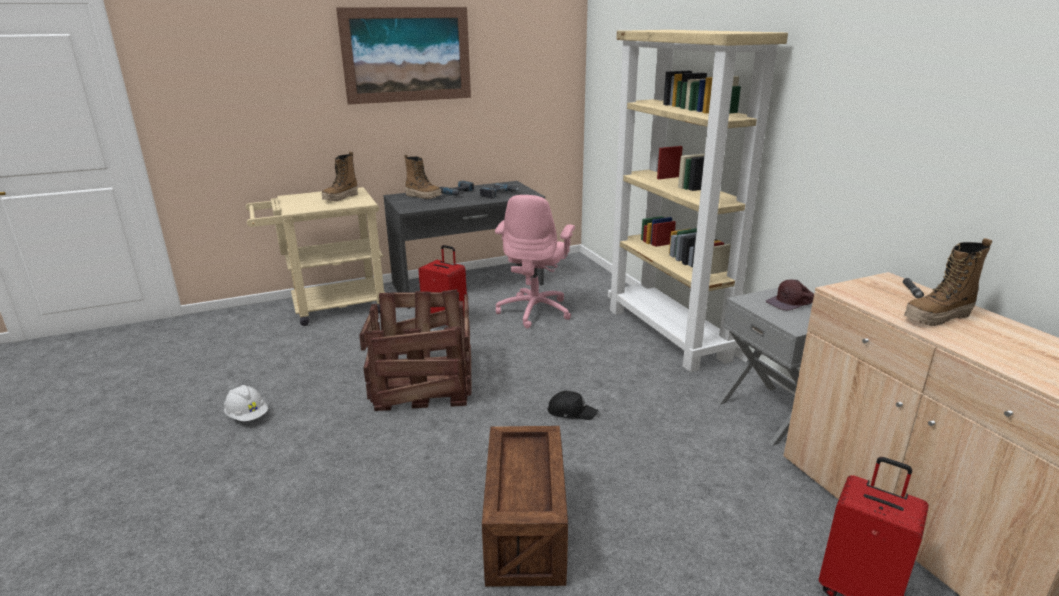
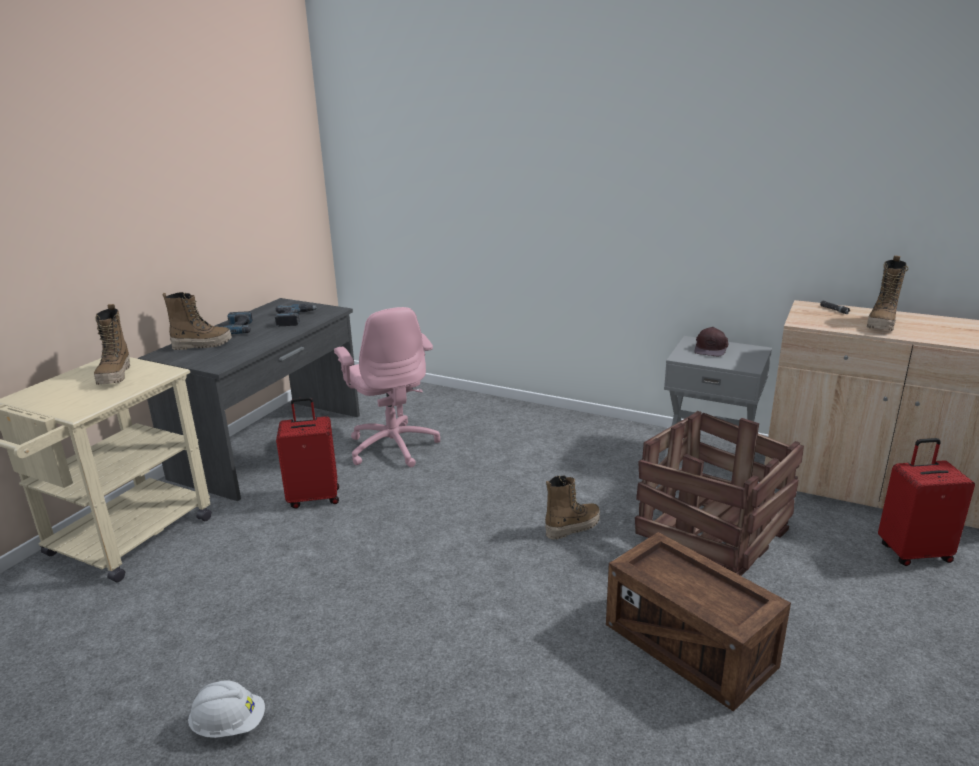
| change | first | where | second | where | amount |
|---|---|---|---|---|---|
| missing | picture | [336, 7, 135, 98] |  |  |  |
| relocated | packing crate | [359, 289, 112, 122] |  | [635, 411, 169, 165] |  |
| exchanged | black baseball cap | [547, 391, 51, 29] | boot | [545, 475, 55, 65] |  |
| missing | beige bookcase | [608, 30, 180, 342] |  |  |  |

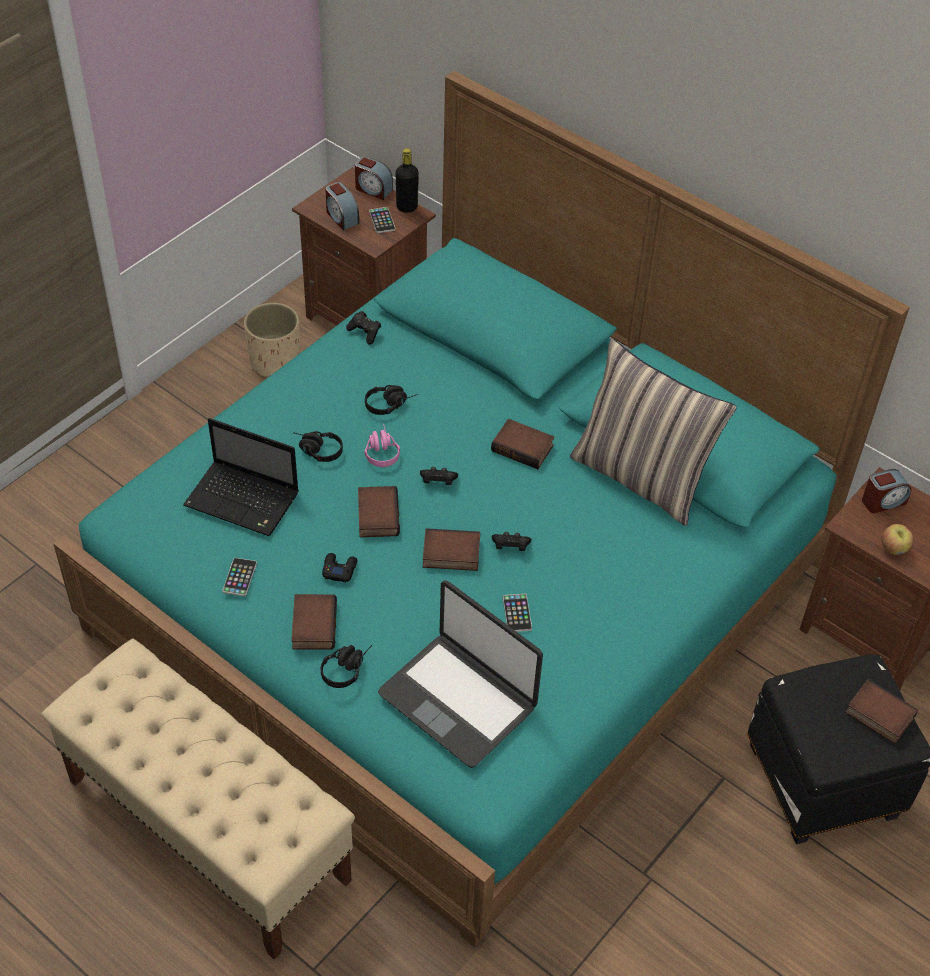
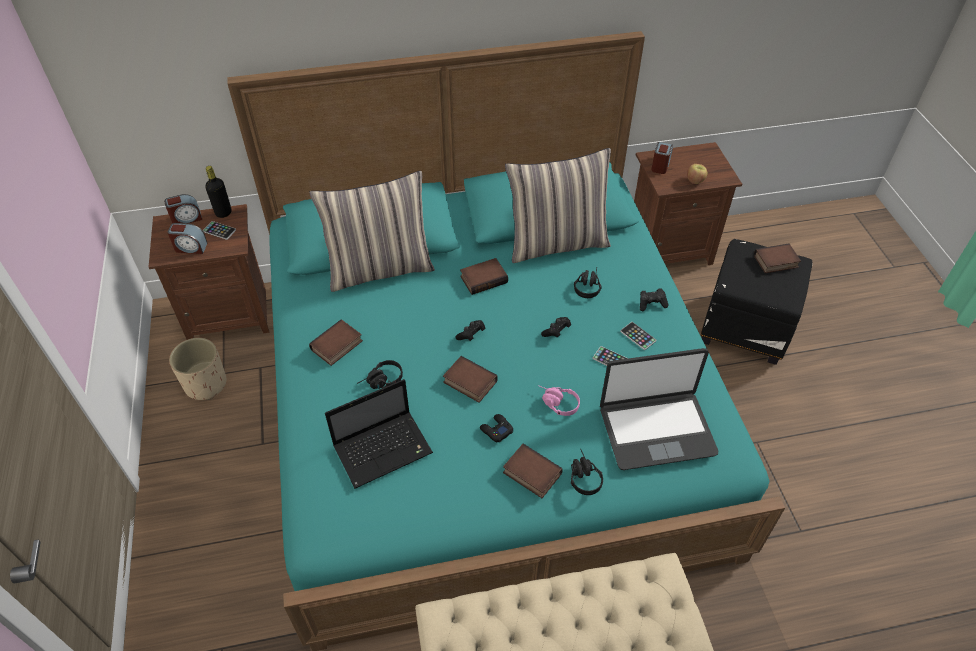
| change | first | where | second | where | amount |
|---|---|---|---|---|---|
| relocated | telephone | [222, 558, 35, 38] |  | [620, 322, 36, 28] |  |
| relocated | black gamepad | [346, 311, 35, 34] |  | [640, 288, 29, 23] |  |
| relocated | pinkish pair of headphones | [364, 423, 36, 44] |  | [538, 385, 42, 31] |  |
| relocated | black pair of headphones | [365, 385, 53, 30] |  | [574, 268, 28, 30] |  |
| relocated | bound book | [423, 528, 57, 43] |  | [309, 319, 54, 47] |  |
| appeared |  |  | throw pillow | [309, 171, 126, 121] |  |

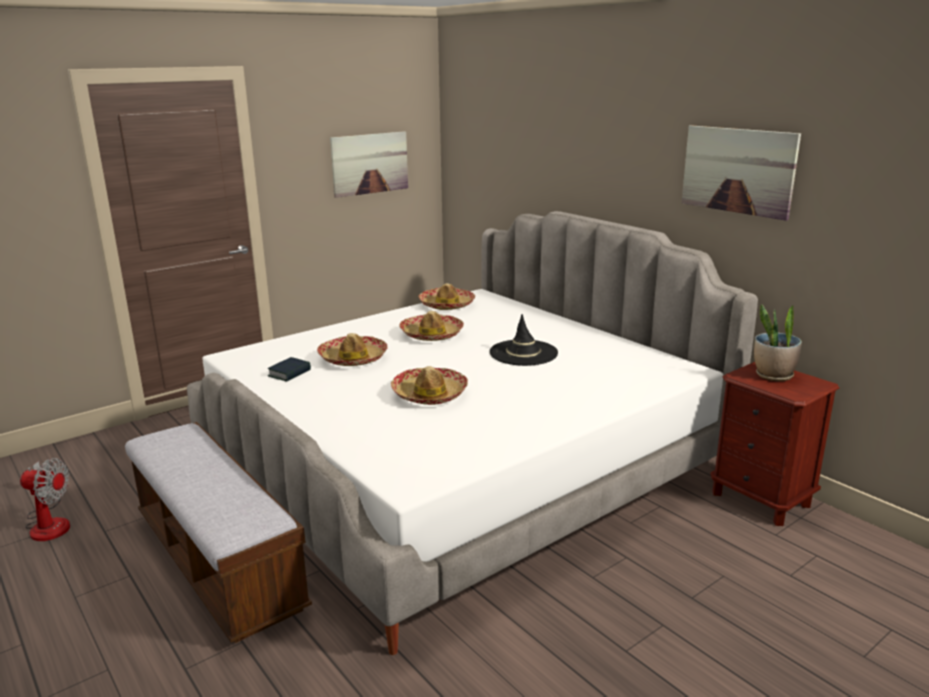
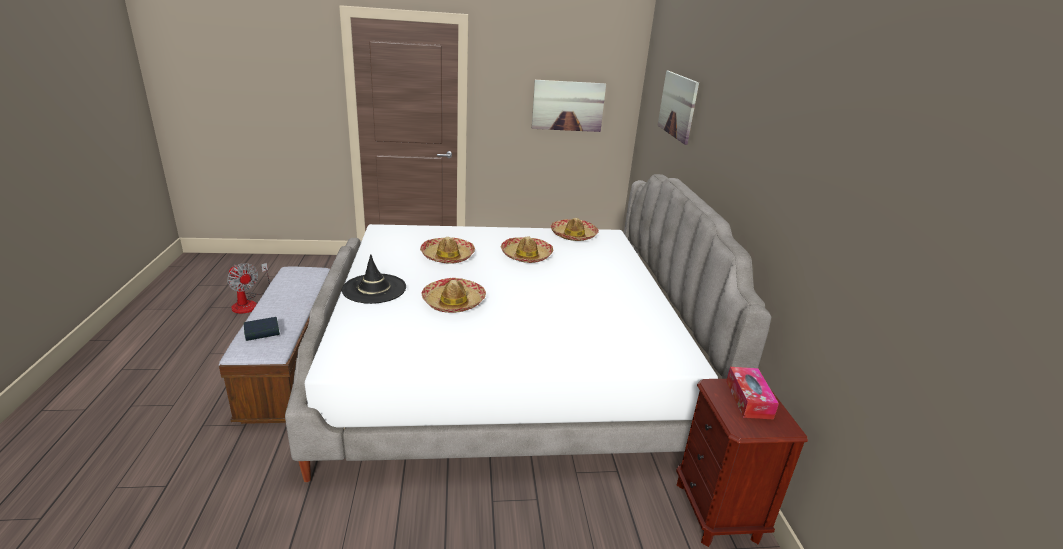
| change | first | where | second | where | amount |
|---|---|---|---|---|---|
| relocated | bound book | [268, 357, 43, 25] |  | [244, 317, 36, 24] |  |
| relocated | black hat | [489, 314, 69, 52] |  | [342, 254, 64, 50] |  |
| relocated | picture | [682, 125, 119, 96] |  | [657, 70, 42, 75] |  |
| exchanged | houseplant | [754, 304, 48, 77] | tissue box | [726, 367, 53, 53] |  |

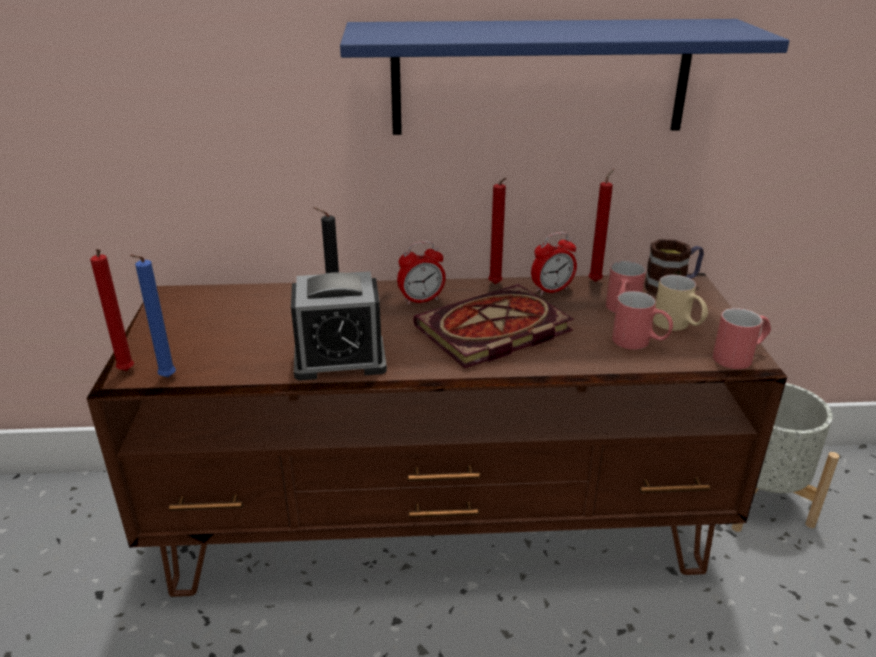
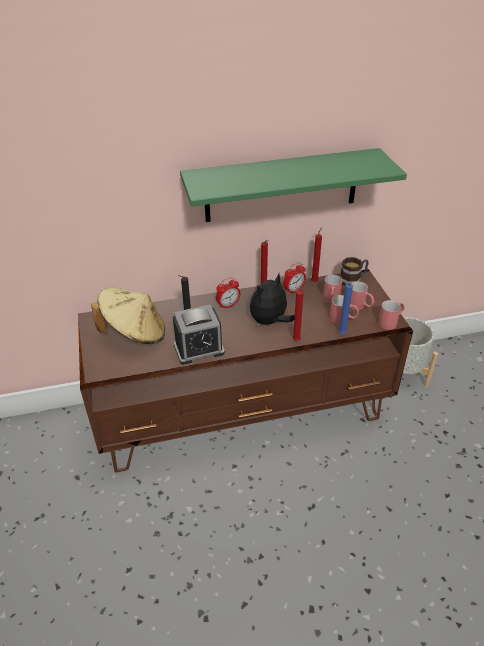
| change | first | where | second | where | amount |
|---|---|---|---|---|---|
| relocated | reddish candle | [90, 249, 44, 122] |  | [293, 289, 13, 52] |  |
| relocated | bluish candle | [130, 255, 46, 122] |  | [338, 283, 15, 51] |  |
| colour | bluish bracket shelf | [340, 19, 449, 116] | green bracket shelf | [180, 148, 227, 74] |  |
| exchanged | bound book | [413, 284, 161, 84] | plush toy | [250, 274, 45, 51] |  |
| colour | beige coffee mug | [653, 275, 55, 56] | reddish coffee mug | [350, 281, 25, 29] |  |
| appeared |  |  | beige hat | [91, 288, 74, 56] |  |

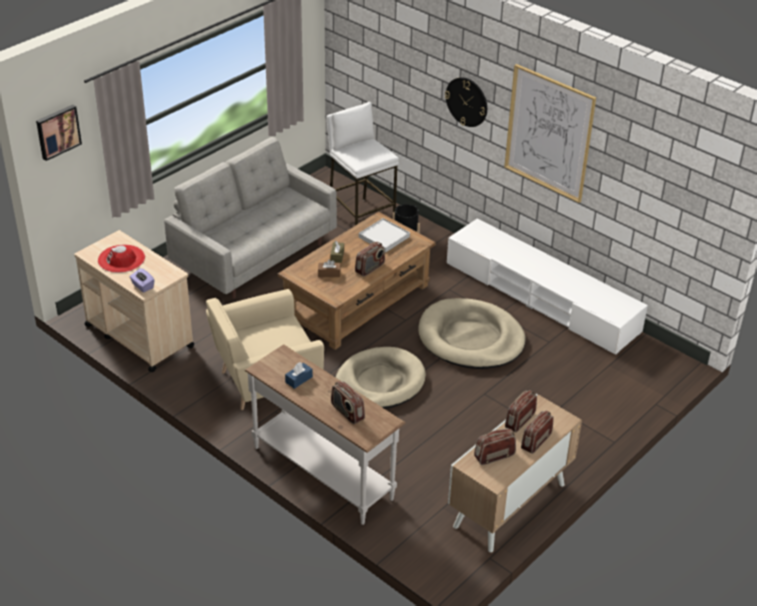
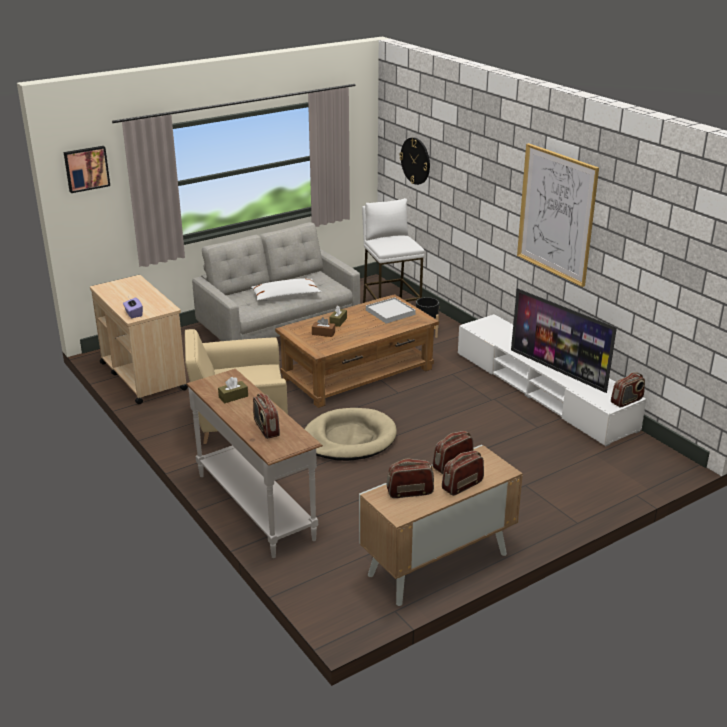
| change | first | where | second | where | amount |
|---|---|---|---|---|---|
| missing | reddish hat | [98, 245, 47, 28] |  |  |  |
| colour | bluish tissue box | [285, 362, 28, 27] | brown tissue box | [218, 377, 30, 26] |  |
| relocated | radio | [355, 242, 30, 34] |  | [611, 372, 34, 36] |  |
| missing | beige dog cushion | [418, 298, 108, 71] |  |  |  |
| relocated | clock on the wall | [445, 77, 42, 50] |  | [400, 137, 30, 48] |  |
| appeared |  |  | white throw pillow | [251, 278, 70, 23] |  |
| appeared |  |  | TV | [511, 288, 106, 105] |  |

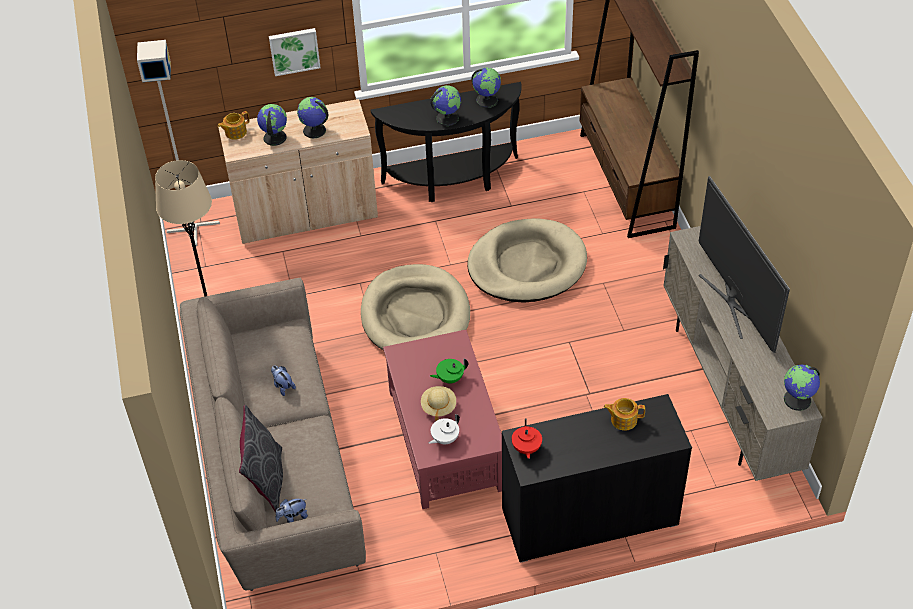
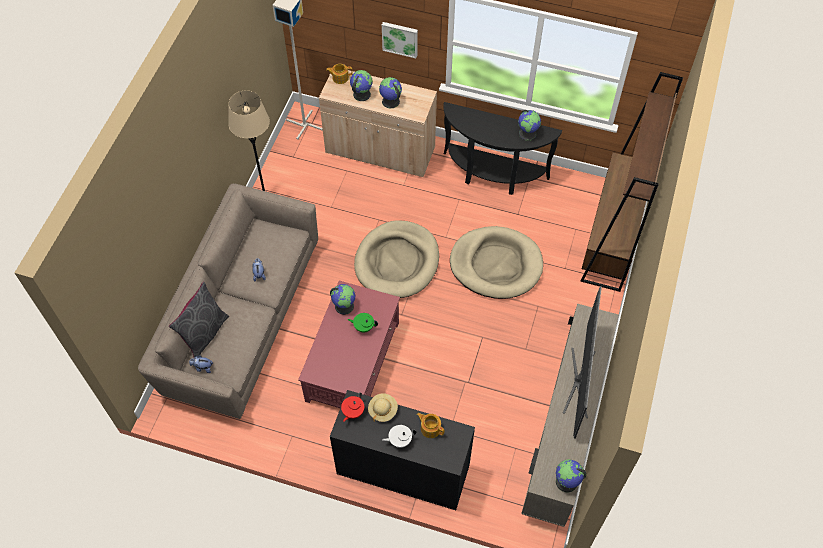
| change | first | where | second | where | amount |
|---|---|---|---|---|---|
| relocated | beige hat | [421, 386, 35, 35] |  | [368, 393, 30, 29] |  |
| relocated | white tea pot | [429, 414, 31, 31] |  | [382, 425, 34, 23] |  |
| relocated | world globe | [430, 85, 31, 41] |  | [330, 284, 25, 31] |  |

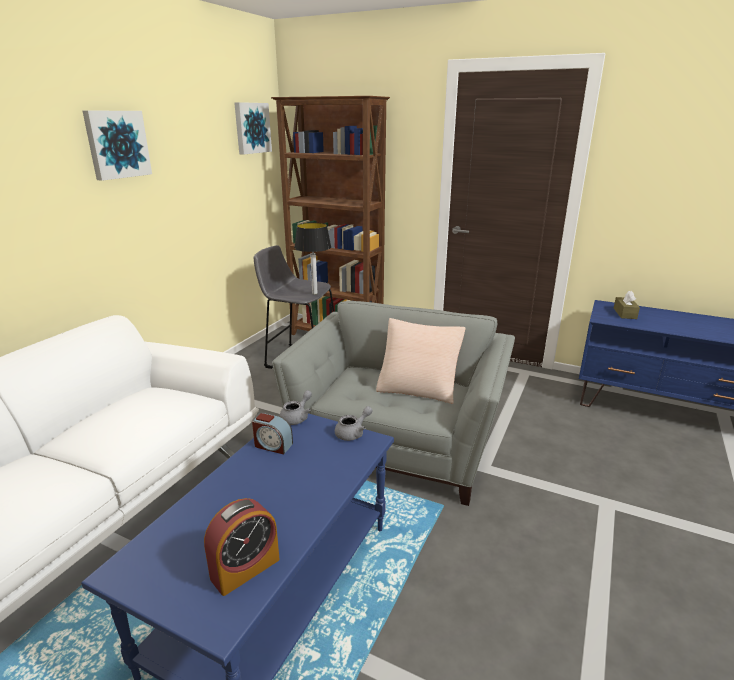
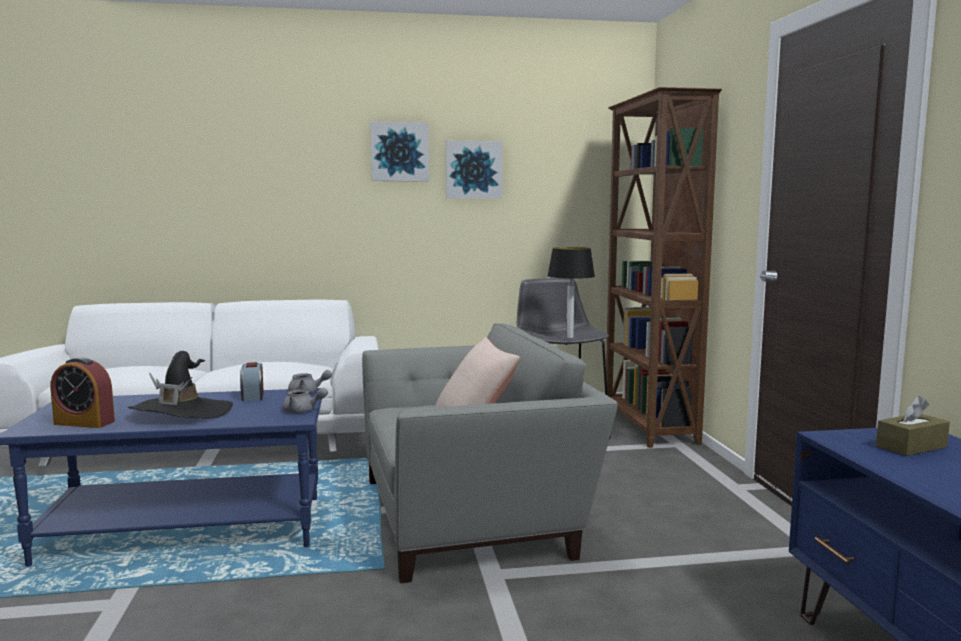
| change | first | where | second | where | amount |
|---|---|---|---|---|---|
| relocated | picture | [234, 102, 38, 52] |  | [446, 141, 57, 58] |  |
| appeared |  |  | black hat | [128, 351, 105, 68] |  |

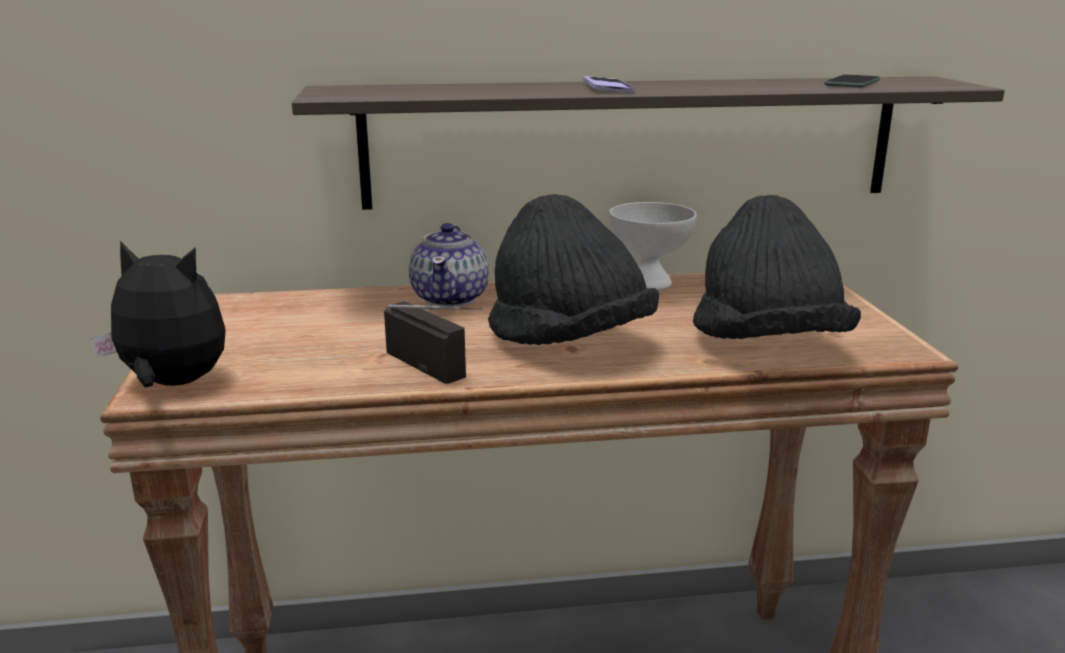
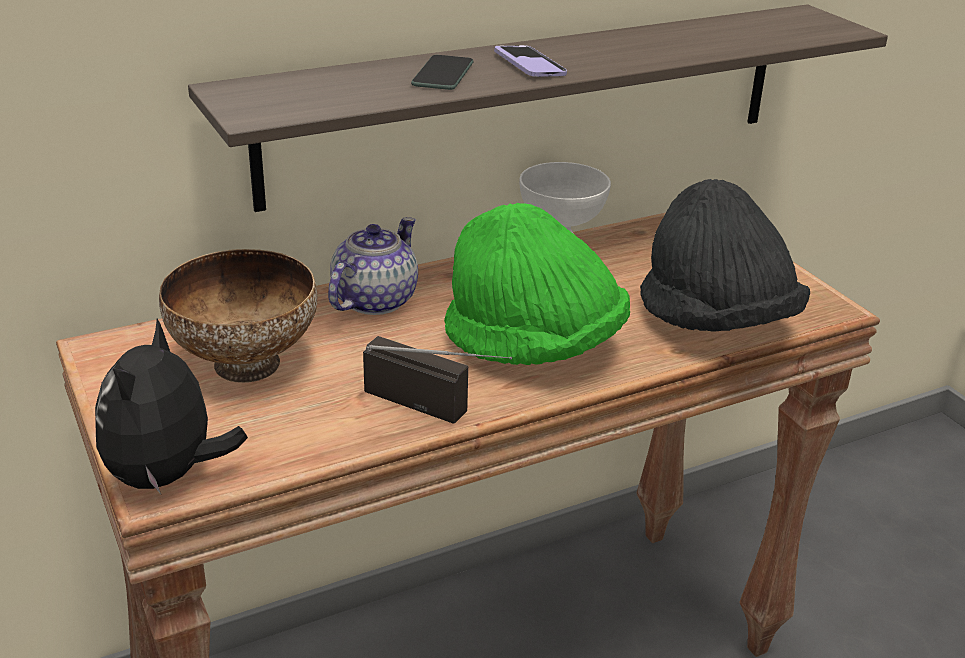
| change | first | where | second | where | amount |
|---|---|---|---|---|---|
| spun | plush toy | [89, 241, 137, 146] |  | [95, 319, 153, 175] | 75 degrees counterclockwise |
| spun | tea pot | [409, 223, 80, 84] |  | [328, 217, 90, 98] | 135 degrees counterclockwise |
| colour | black hat | [488, 194, 171, 151] | green hat | [444, 203, 186, 162] |  |
| relocated | telephone | [824, 75, 56, 12] |  | [411, 55, 63, 35] |  |
| appeared |  |  | deep dish | [159, 249, 158, 134] |  |

